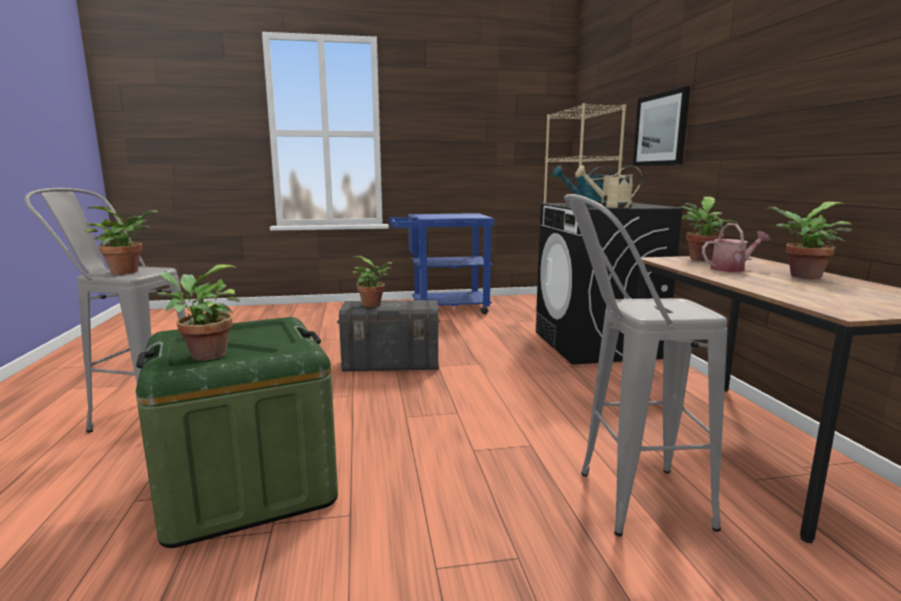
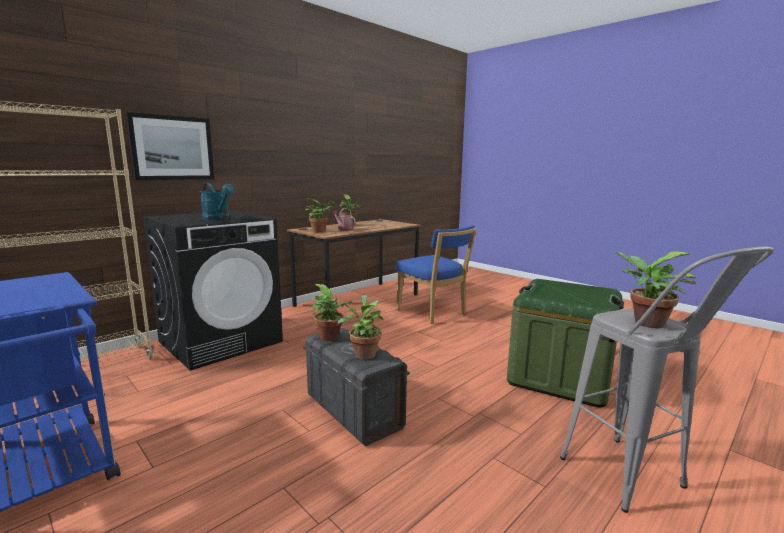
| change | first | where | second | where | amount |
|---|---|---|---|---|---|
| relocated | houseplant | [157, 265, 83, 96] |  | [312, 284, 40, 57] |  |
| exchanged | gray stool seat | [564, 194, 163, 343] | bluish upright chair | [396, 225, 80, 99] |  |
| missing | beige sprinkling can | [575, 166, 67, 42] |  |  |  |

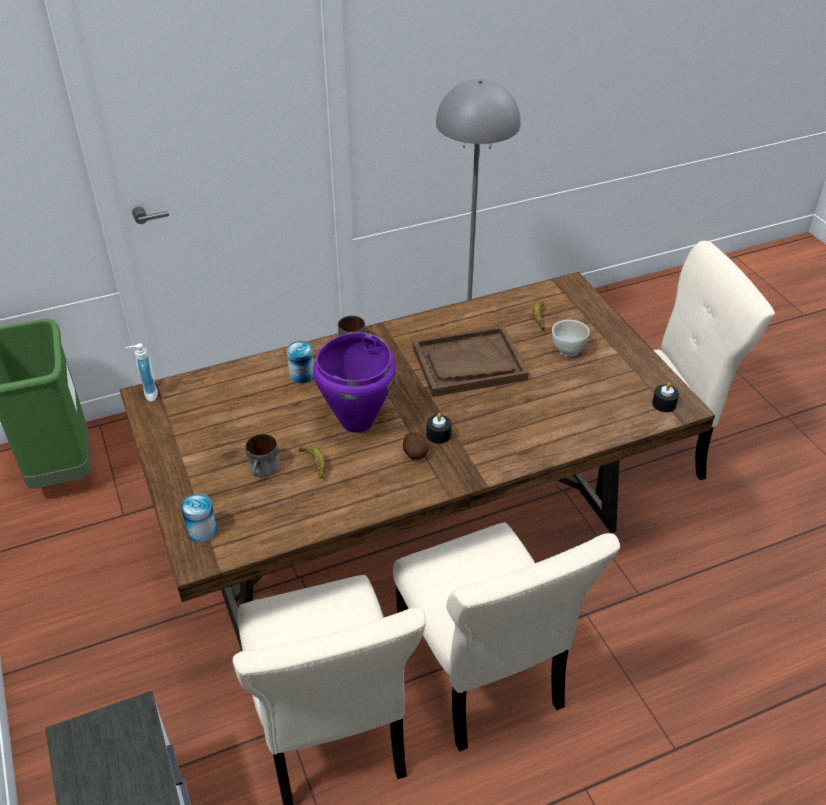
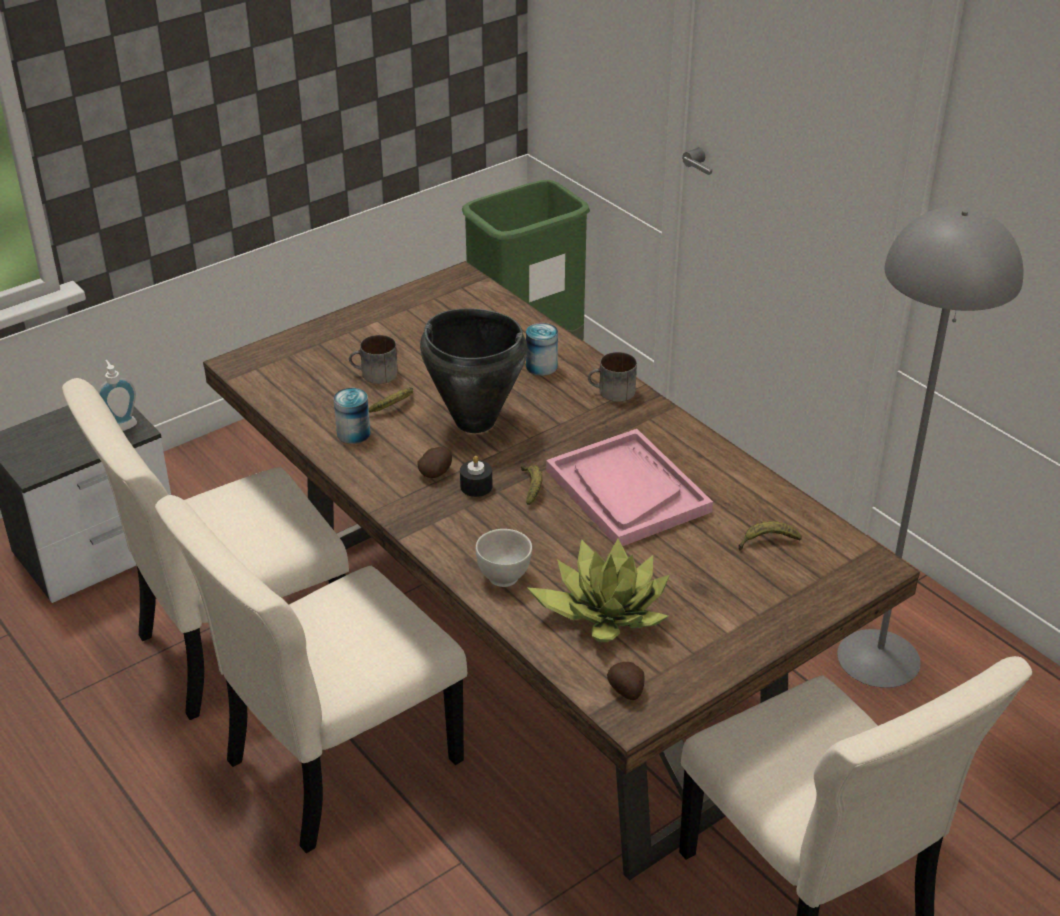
| change | first | where | second | where | amount |
|---|---|---|---|---|---|
| relocated | liquid soap bottle | [125, 343, 33, 59] |  | [98, 360, 39, 71] |  |
| relocated | can | [181, 494, 36, 49] |  | [333, 388, 37, 56] |  |
| colour | purplish saucepot | [313, 332, 83, 101] | black saucepot | [420, 309, 108, 124] |  |
| colour | brown carrying tray | [413, 326, 116, 71] | pinkish carrying tray | [546, 429, 167, 117] |  |
| relocated | white deep dish | [552, 320, 38, 37] |  | [476, 529, 56, 58] |  |
| exchanged | black candle | [652, 383, 27, 29] | spud | [607, 662, 38, 38] |  |
| appeared |  |  | whole banana | [521, 465, 21, 40] |  |
| appeared |  |  | houseplant | [527, 539, 143, 103] |  |

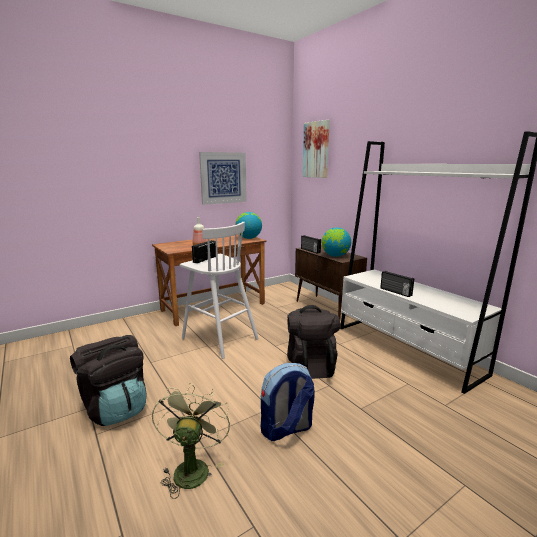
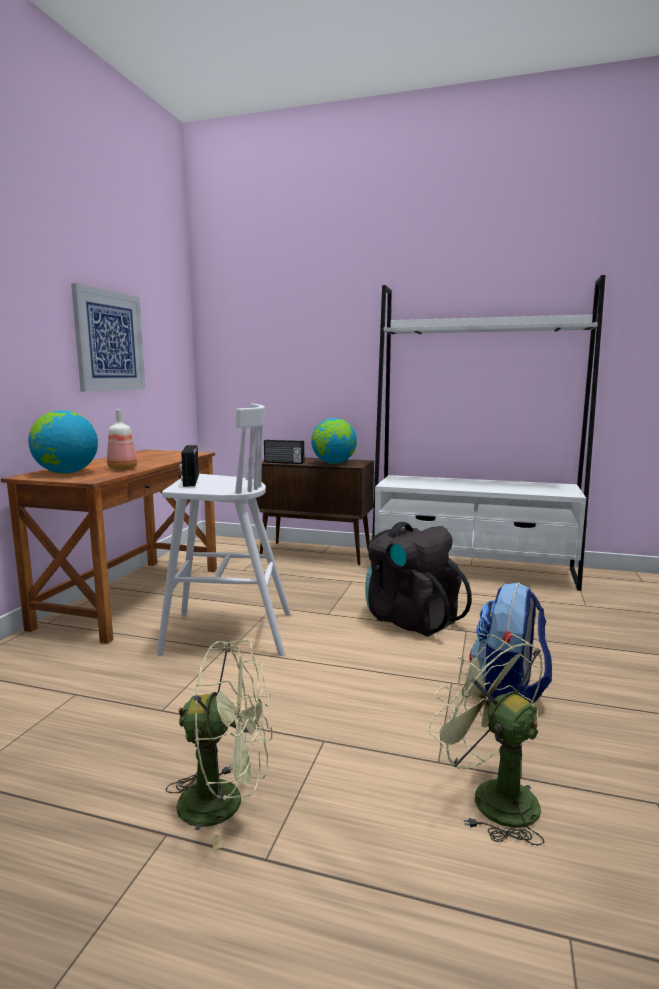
| change | first | where | second | where | amount |
|---|---|---|---|---|---|
| exchanged | black knapsack | [70, 335, 77, 91] | green fan | [166, 640, 106, 210] |  |
| relocated | world globe | [235, 212, 27, 27] |  | [28, 410, 70, 64] |  |
| missing | picture | [302, 120, 28, 58] |  |  |  |
| missing | radio | [380, 271, 34, 26] |  |  |  |

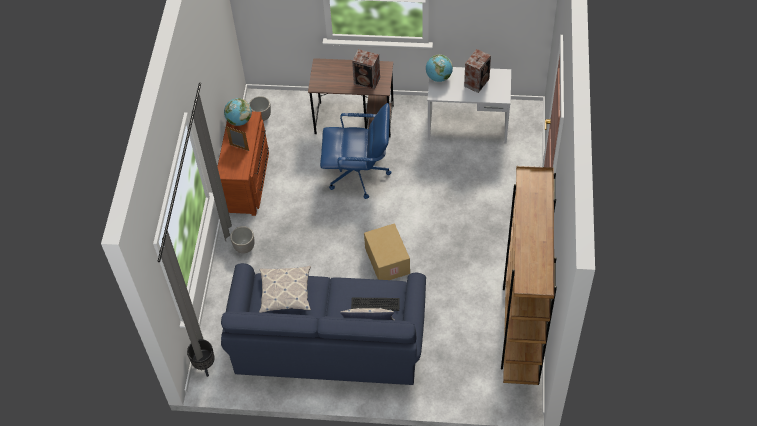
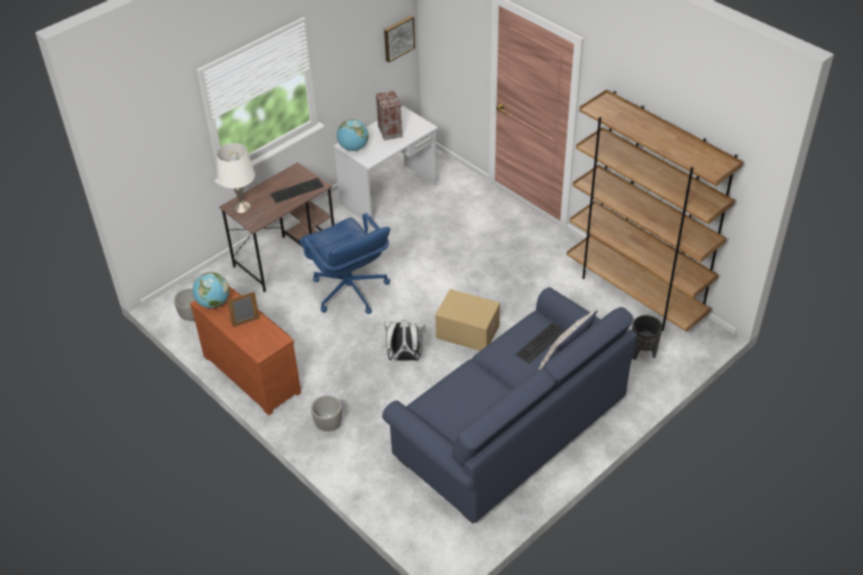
| change | first | where | second | where | amount |
|---|---|---|---|---|---|
| relocated | black flower pot | [187, 339, 28, 38] |  | [632, 315, 31, 45] |  |
| missing | throw pillow | [259, 266, 52, 47] |  |  |  |
| spun | bluish computer chair | [320, 103, 71, 96] |  | [299, 213, 91, 101] | 105 degrees clockwise |
| exchanged | speaker | [352, 49, 28, 41] | PC keyboard | [270, 178, 54, 25] |  |
| appeared |  |  | white lamp for a table | [216, 143, 39, 70] |  |
| appeared |  |  | picture | [384, 16, 31, 46] |  |
| appeared |  |  | white knapsack | [384, 320, 42, 40] |  |

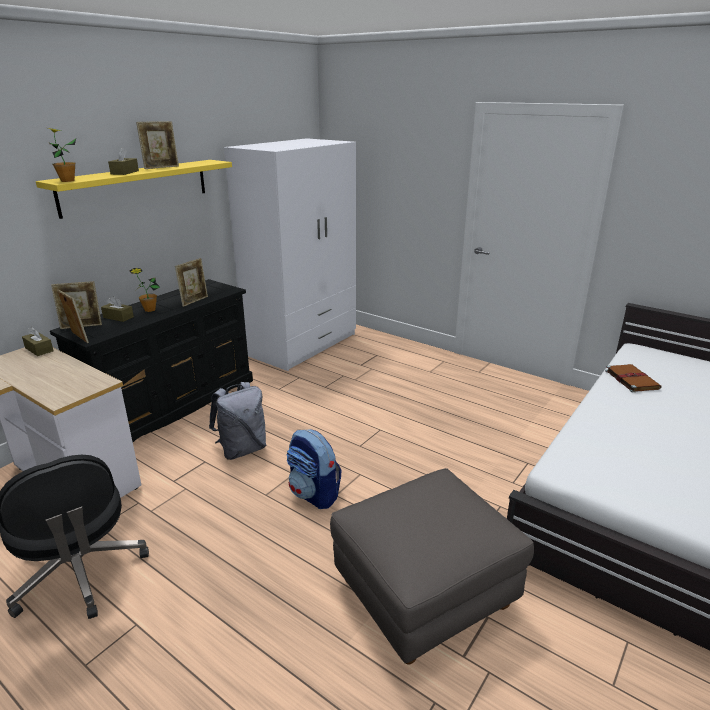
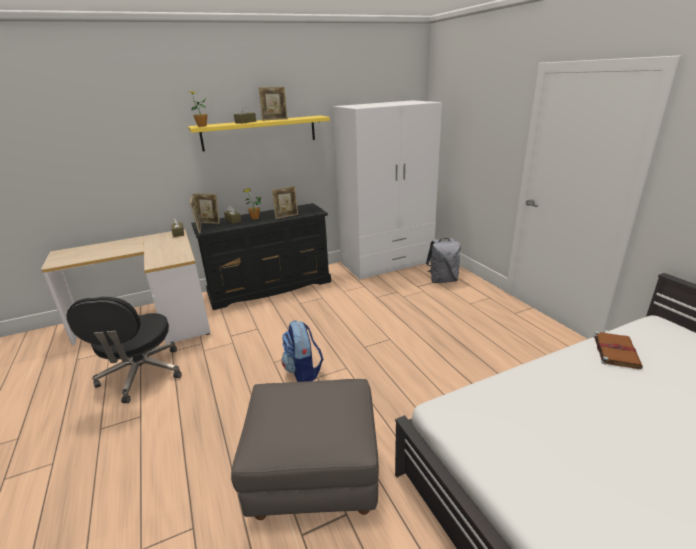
| change | first | where | second | where | amount |
|---|---|---|---|---|---|
| relocated | gray knapsack | [209, 382, 58, 78] |  | [426, 238, 35, 45] |  |

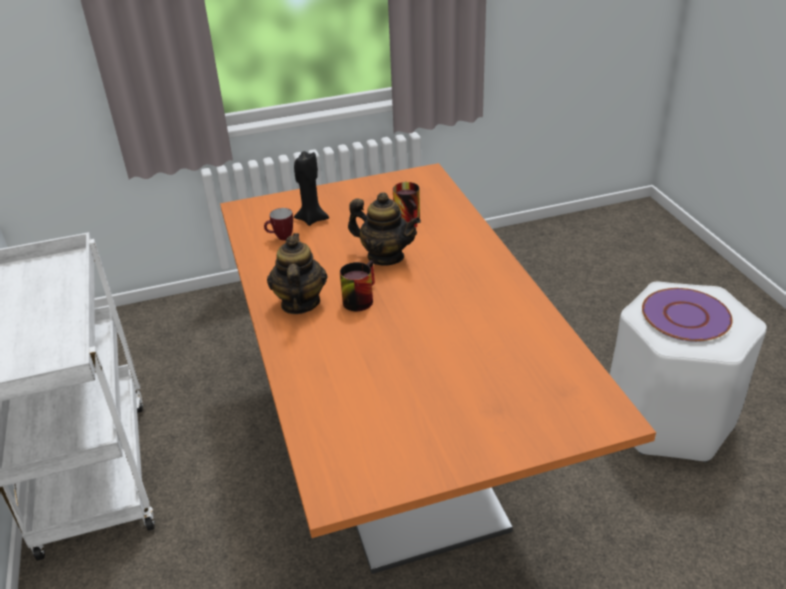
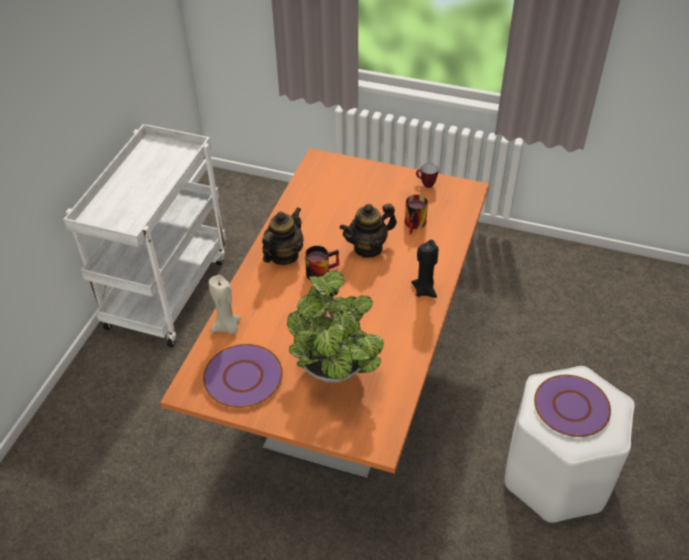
| change | first | where | second | where | amount |
|---|---|---|---|---|---|
| relocated | coffee mug | [264, 208, 29, 32] |  | [416, 163, 22, 25] |  |
| relocated | black candle | [294, 151, 35, 75] |  | [411, 240, 27, 58] |  |
| spun | tea pot | [348, 192, 73, 74] |  | [340, 204, 57, 54] | 90 degrees clockwise |
| appeared |  |  | purplish flat dish | [203, 344, 80, 64] |  |
| appeared |  |  | beige candle | [209, 275, 32, 59] |  |
| appeared |  |  | houseplant | [287, 270, 97, 113] |  |

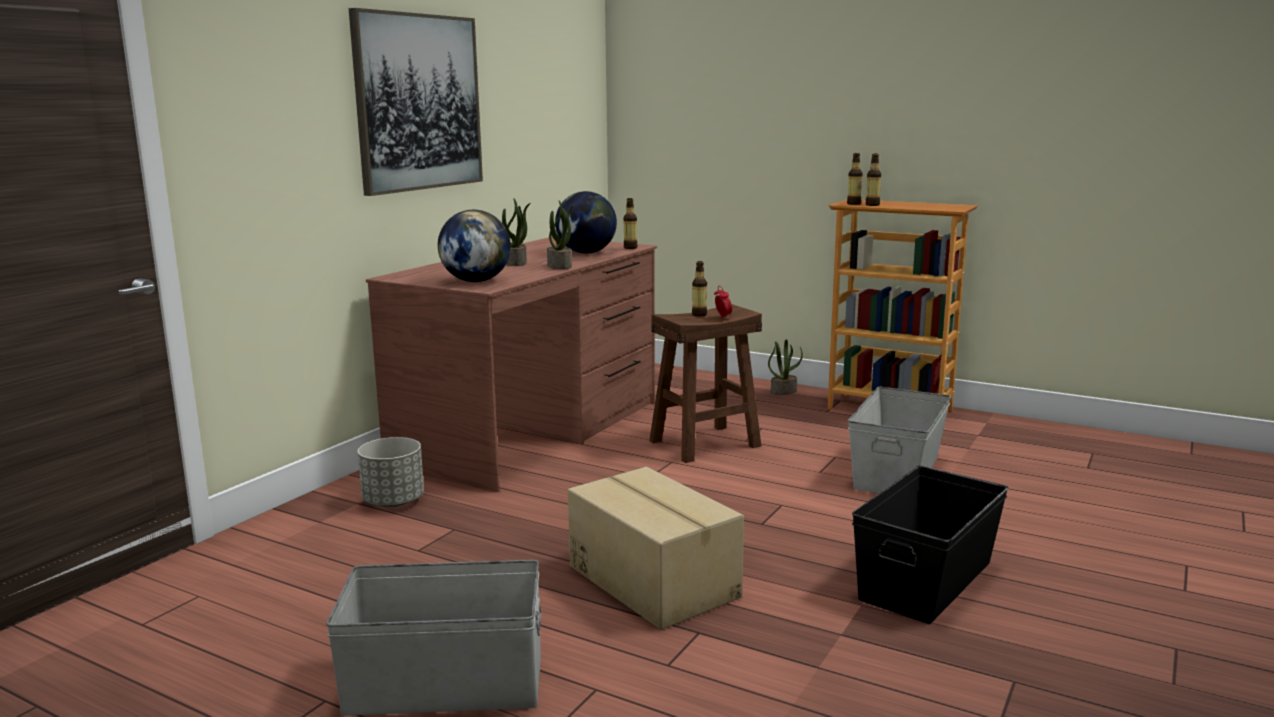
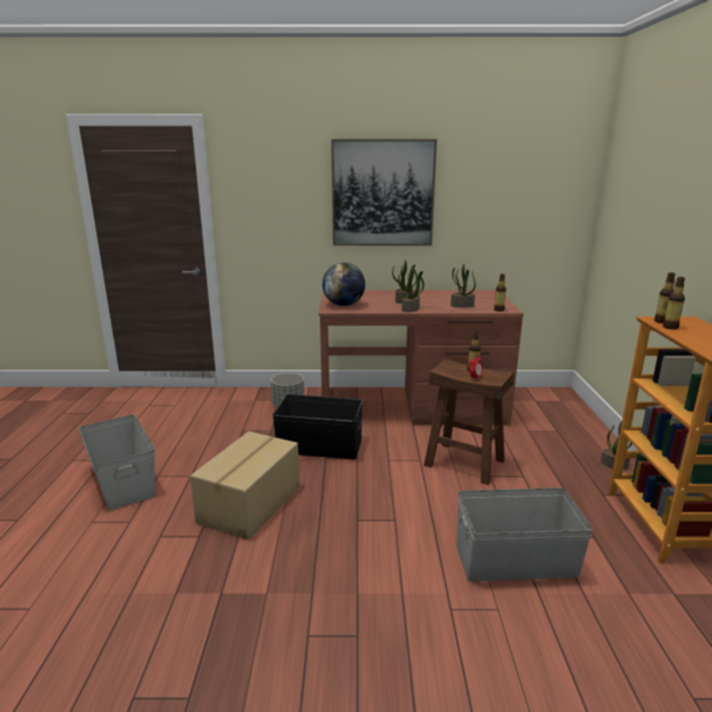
| change | first | where | second | where | amount |
|---|---|---|---|---|---|
| exchanged | world globe | [555, 191, 62, 63] | houseplant | [451, 264, 25, 44] |  |
| relocated | black storage bin | [852, 465, 157, 159] |  | [273, 394, 90, 66] |  |

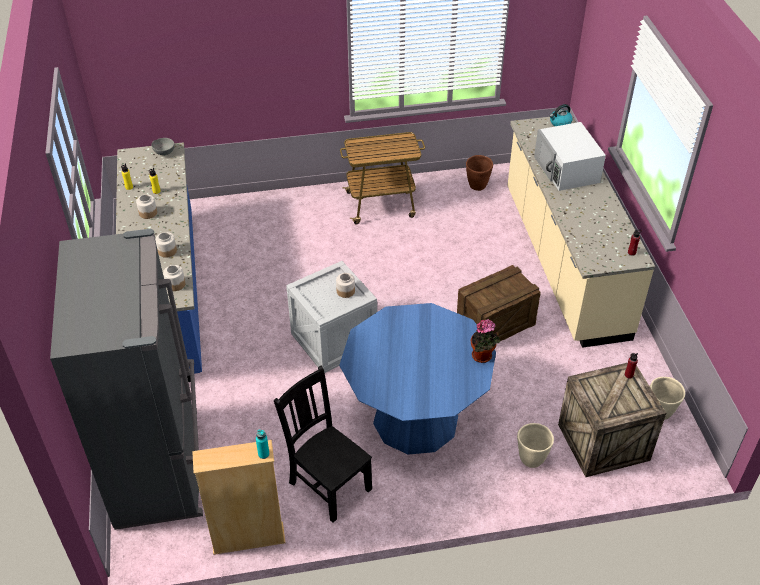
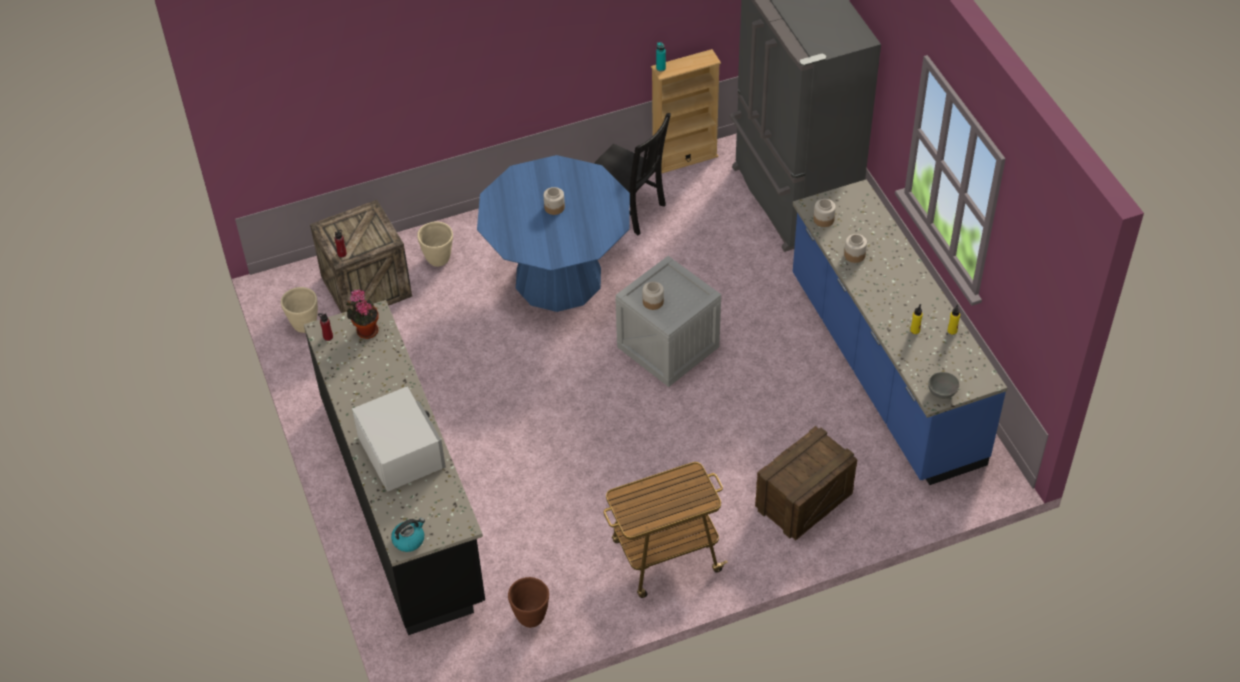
| change | first | where | second | where | amount |
|---|---|---|---|---|---|
| relocated | storage jar | [136, 194, 21, 25] |  | [543, 187, 22, 28] |  |
| relocated | packing crate | [457, 265, 83, 76] |  | [755, 426, 103, 114] |  |
| relocated | houseplant | [471, 319, 30, 44] |  | [346, 290, 33, 49] |  |
| colour | beige kitchen counter | [507, 114, 148, 234] | black kitchen counter | [304, 300, 181, 335] |  |

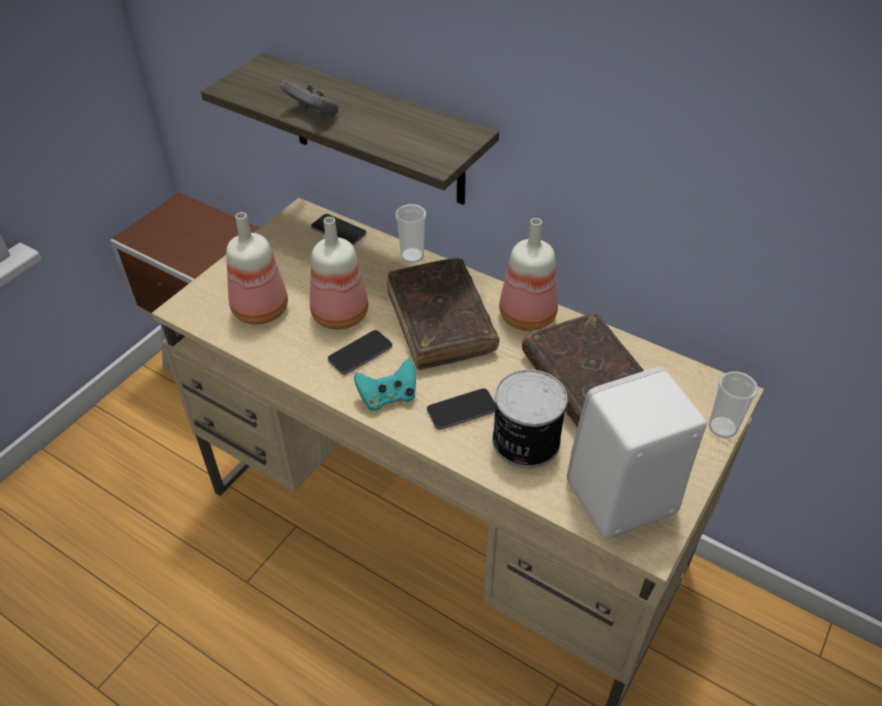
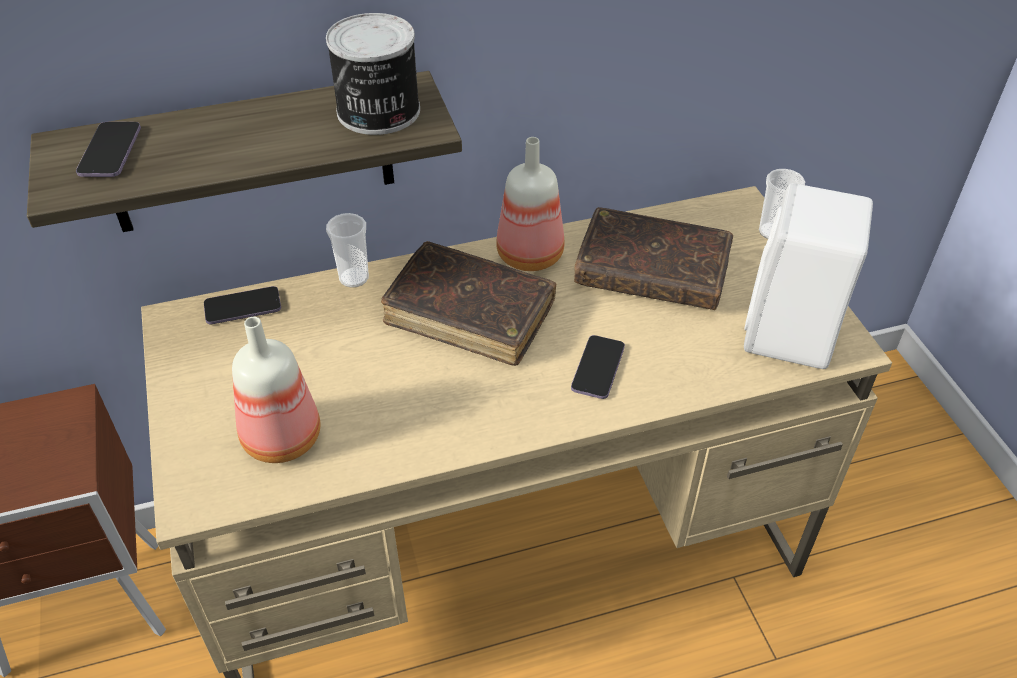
| change | first | where | second | where | amount |
|---|---|---|---|---|---|
| missing | gray gamepad | [280, 80, 59, 38] |  |  |  |
| missing | beverage bottle | [310, 217, 58, 112] |  |  |  |
| relocated | telephone | [328, 330, 64, 45] |  | [76, 122, 65, 55] |  |
| missing | blue-green gamepad | [354, 359, 62, 52] |  |  |  |
| relocated | can | [492, 369, 76, 99] |  | [326, 13, 94, 122] |  |

